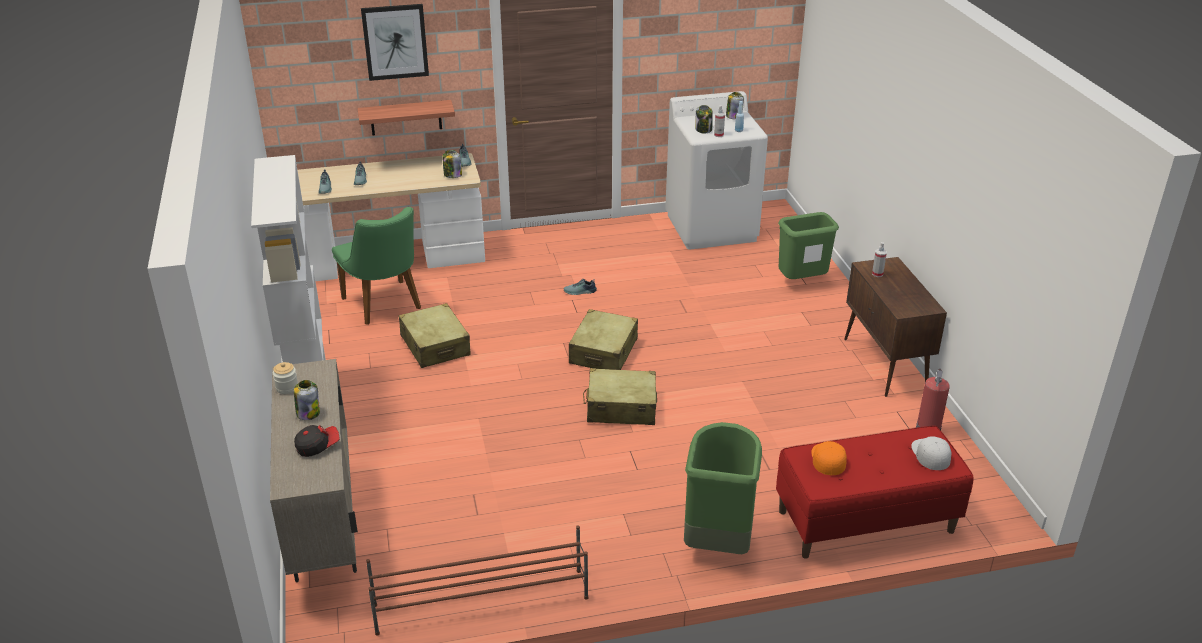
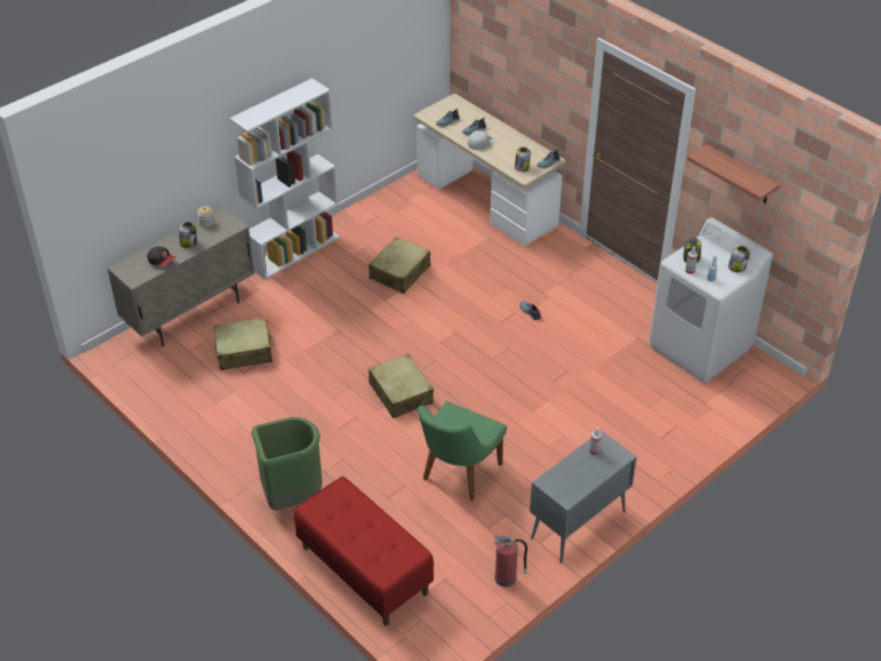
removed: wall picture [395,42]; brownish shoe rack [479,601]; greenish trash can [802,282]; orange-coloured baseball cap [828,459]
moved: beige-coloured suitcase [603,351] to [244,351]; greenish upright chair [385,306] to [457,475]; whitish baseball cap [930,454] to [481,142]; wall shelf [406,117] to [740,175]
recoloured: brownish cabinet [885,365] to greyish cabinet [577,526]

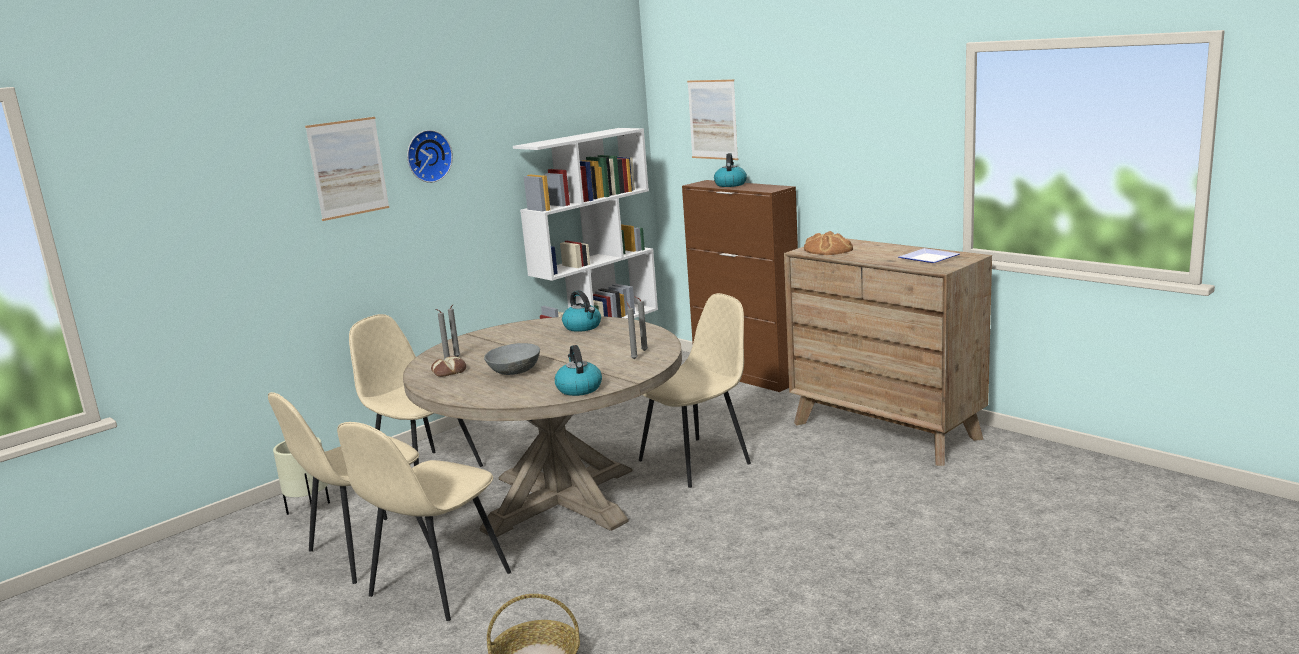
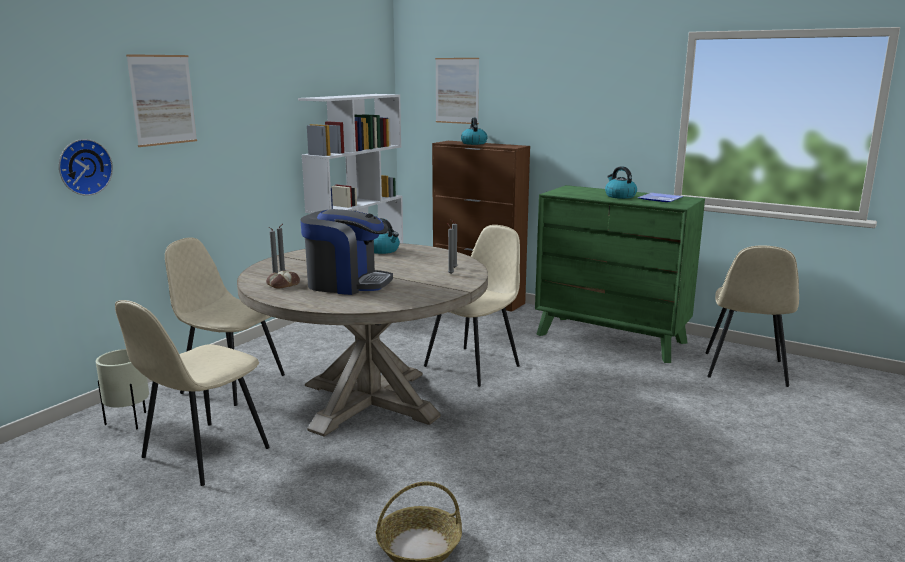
removed: baked bread [828,249]
moved: clock on the wall [427,156] to [83,167]; kettle [578,388] to [619,196]; beige-coloured upright chair [437,586] to [744,370]
replaced: greyish deep dish [514,371] to coffee machine [347,283]
recoloured: brownish drawer chest [885,430] to greenish drawer chest [611,338]

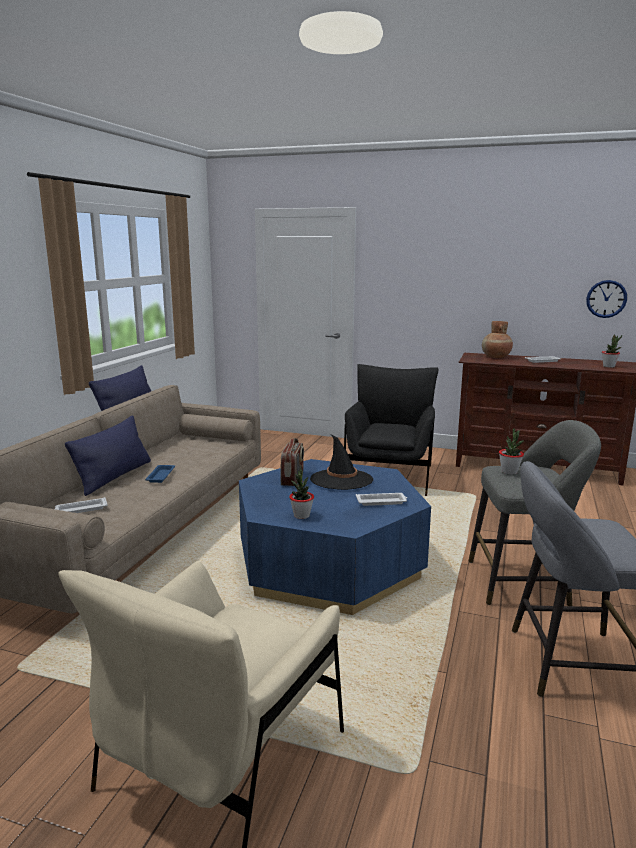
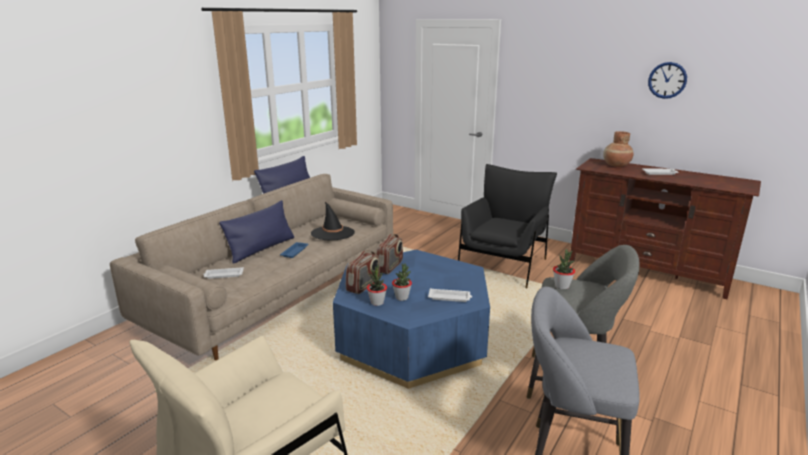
added: radio receiver [363,286]
moved: black-coloured clothing hat [341,480] to [332,233]; houseplant [609,366] to [402,297]; clock on the wall [606,299] to [667,80]

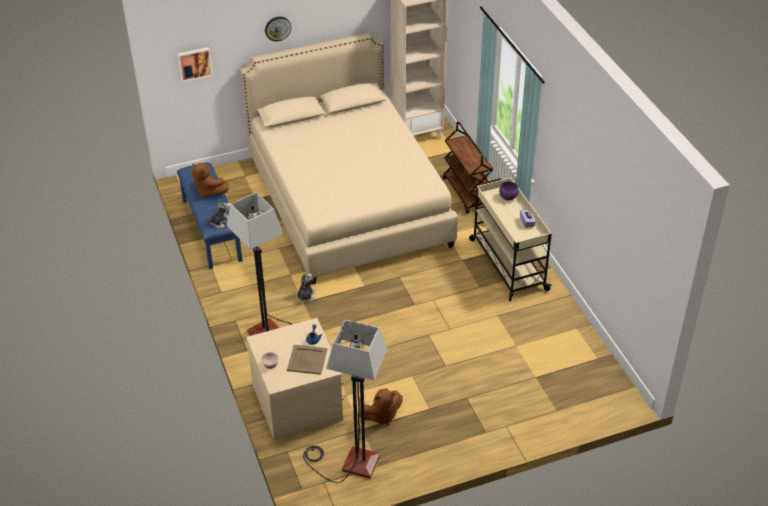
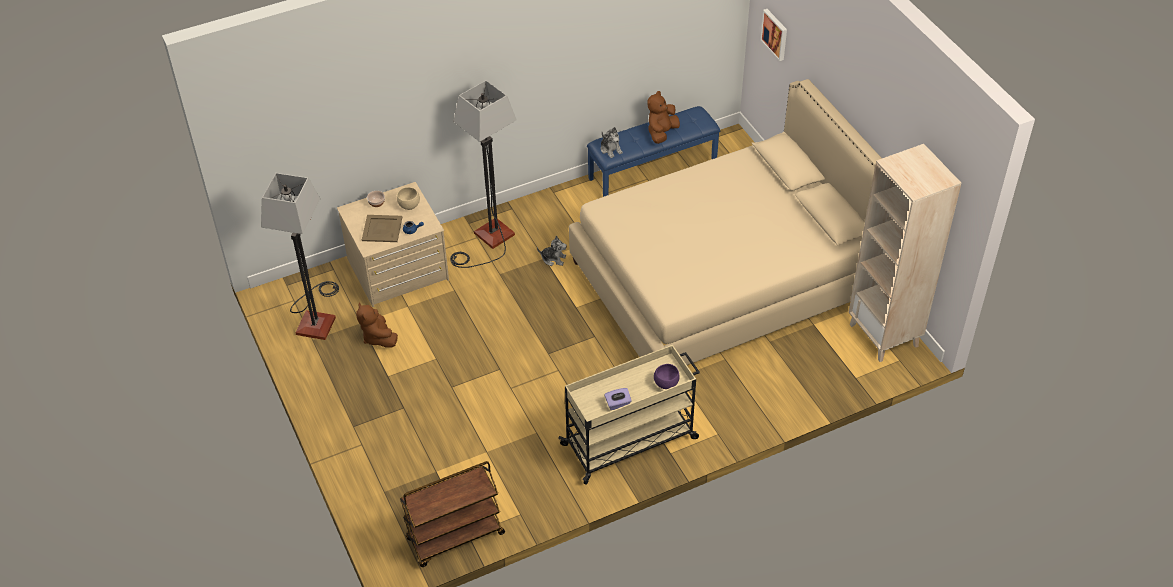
removed: clock on the wall [277,28]
added: beige-coloured deep dish [409,206]
moved: brownish wheeled cart [467,193] to [455,537]

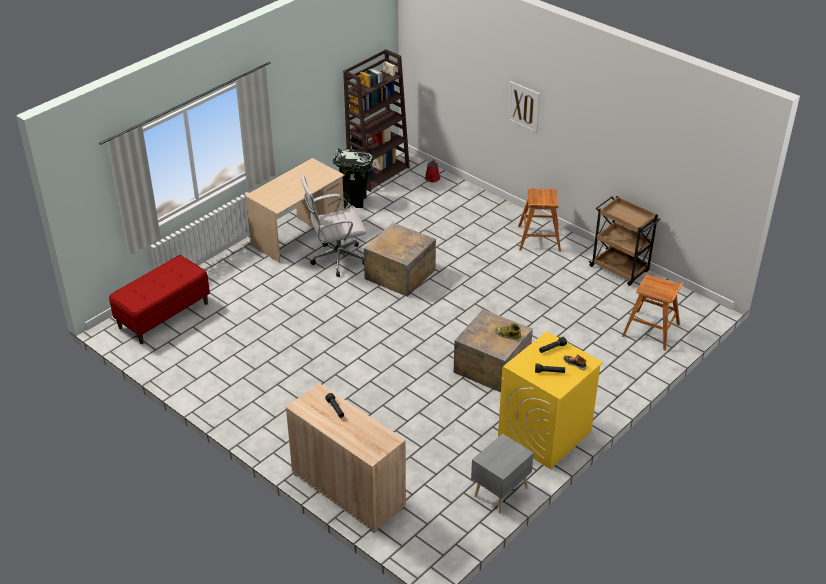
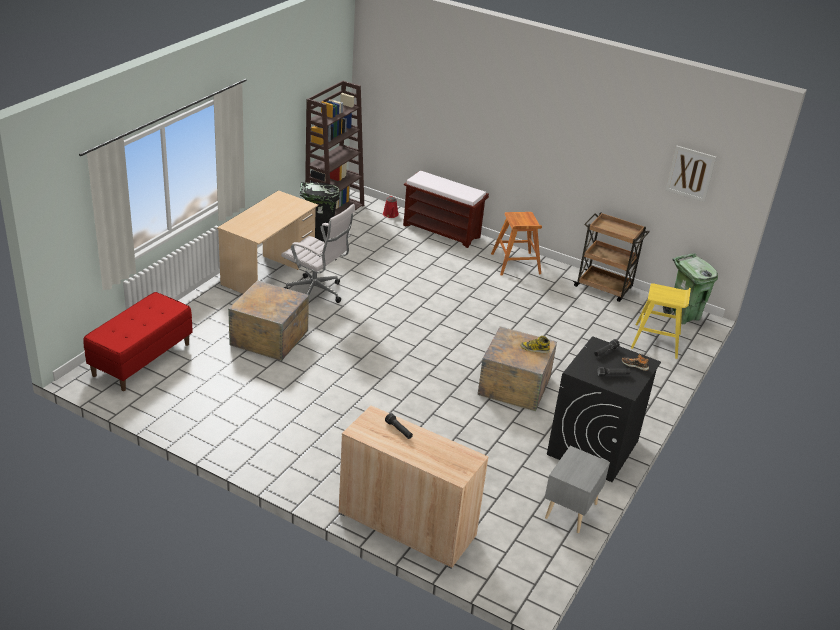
added: brownish bench [442,231]; greenish trash can [684,316]
moved: crate [399,273] to [269,337]; wall picture [523,107] to [690,173]
recoloured: yellow laundry machine [544,434] to black-coloured laundry machine [593,448]; brownish sitting stool [651,330] to yellow sitting stool [656,341]
turned: whitish computer chair [336,260] = [317,293] 120 degrees counterclockwise

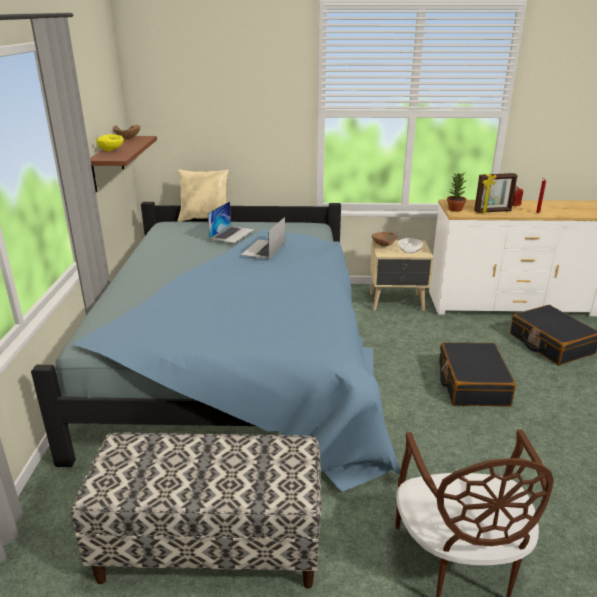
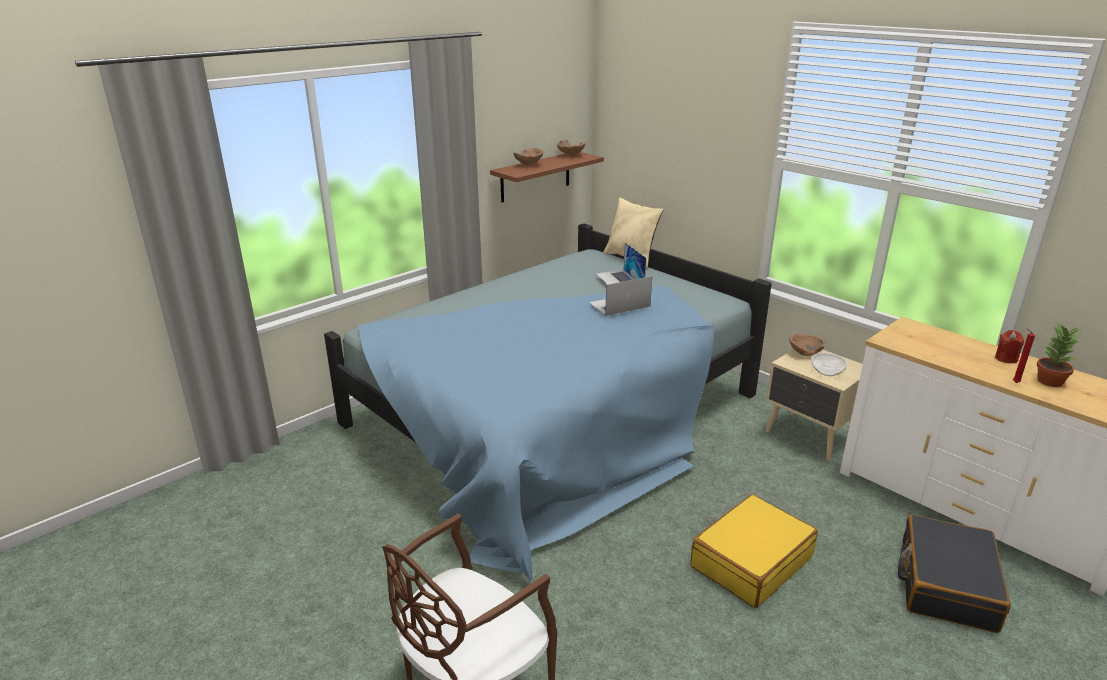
removed: bench [211,545]; standing frame [493,211]
moved: houseplant [454,209] to [1049,381]
recoloured: yellow deep dish [111,151] to brownish deep dish [529,165]; black-coloured suitcase [472,384] to yellow suitcase [750,561]
turned: laptop [232,234] = [619,280] 90 degrees clockwise

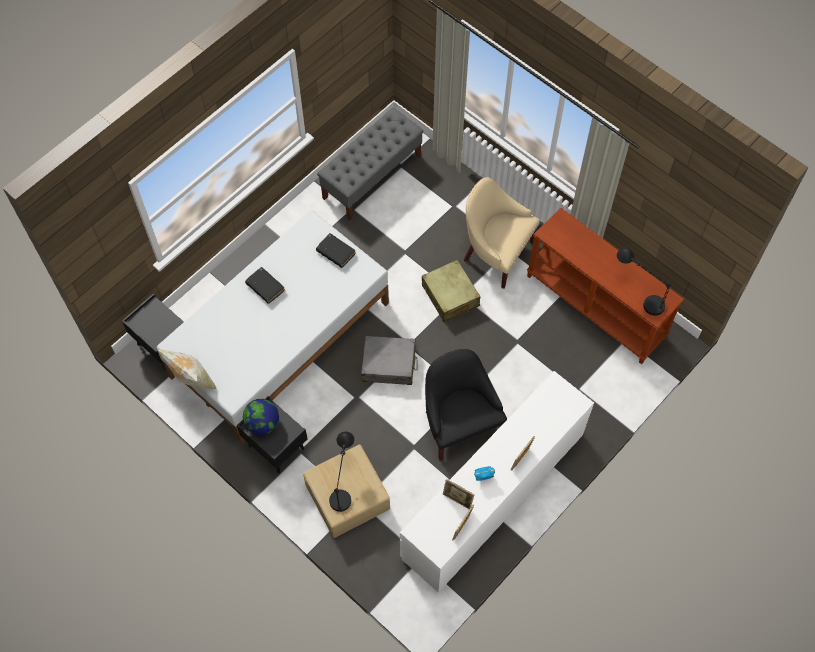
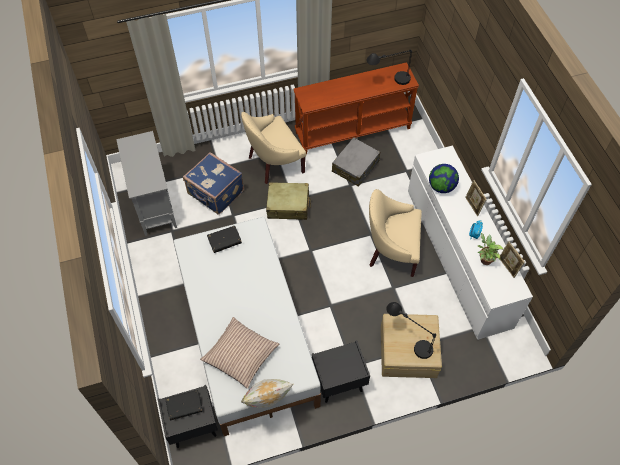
added: blue-coloured suitcase [215,193]; throw pillow [240,355]
moved: black-coloured book [265,287] to [184,406]; greyish suitcase [389,365] to [355,166]; desk globe [262,423] to [441,187]
replaced: greyish bench [372,177] to greyish cabinet [154,204]; standing frame [457,500] to houseplant [484,259]
recoloured: black-coloured lounge chair [459,423] to beige-coloured lounge chair [391,250]

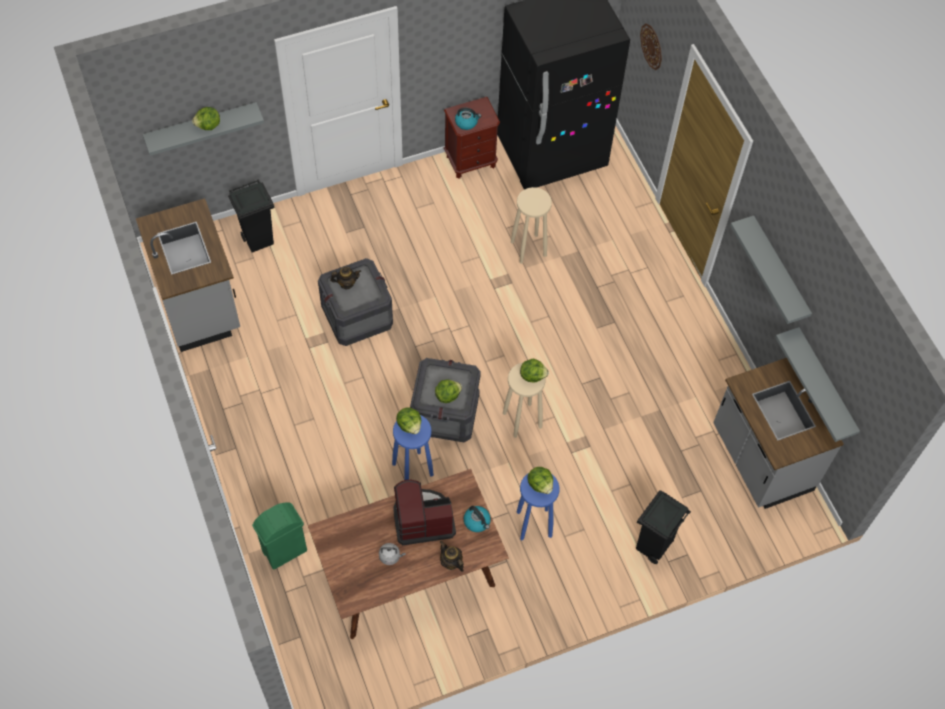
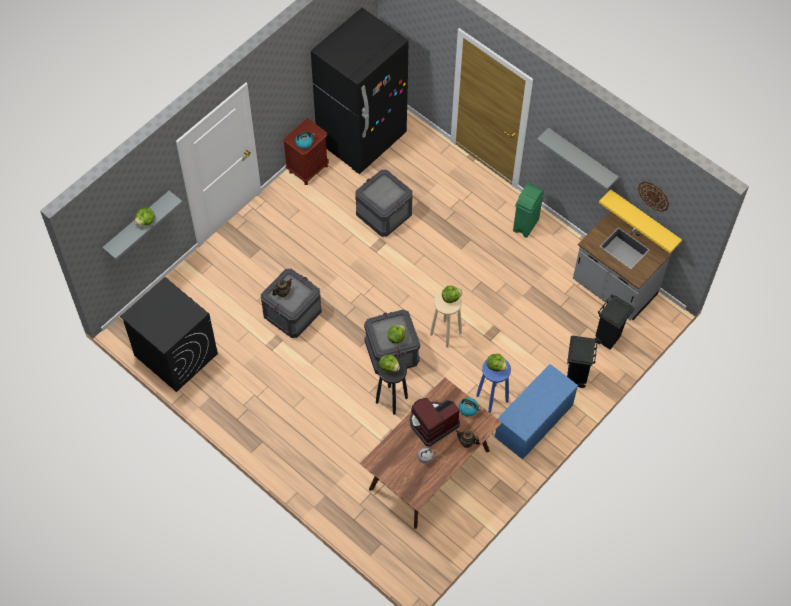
added: blue-coloured bench [534,422]
moved: greenish trash can [285,551] to [526,225]; black-coloured trash can [259,240] to [608,338]; clock on the wall [651,46] to [653,196]
replaced: greyish kitchen base unit [200,304] to black-coloured laundry machine [175,354]; beige-coloured sitting stool [529,248] to crate [384,214]
recoloured: blue-coloured sitting stool [413,469] to black-coloured sitting stool [392,399]; greyish wall shelf [825,385] to yellow wall shelf [644,219]

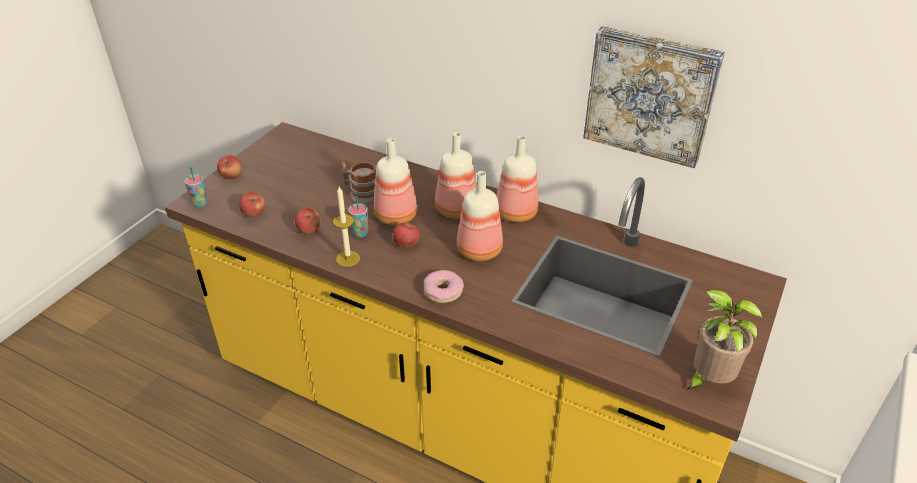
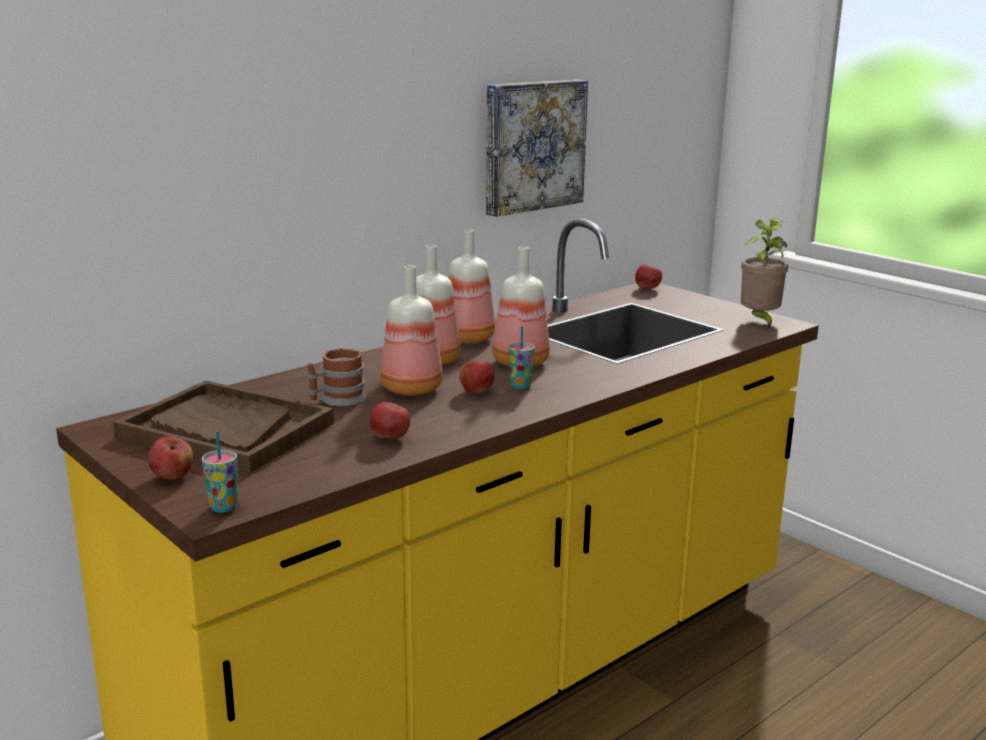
removed: wax candle [348,258]; ring doughnut [443,291]
added: brownish serving tray [225,430]
moved: drinking cup [360,233] to [520,386]; apple fruit [254,214] to [647,288]

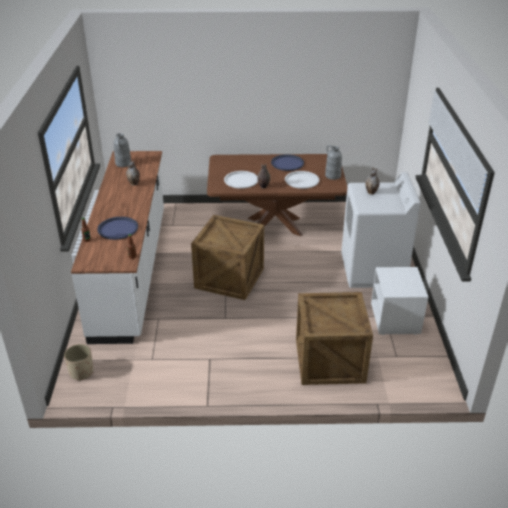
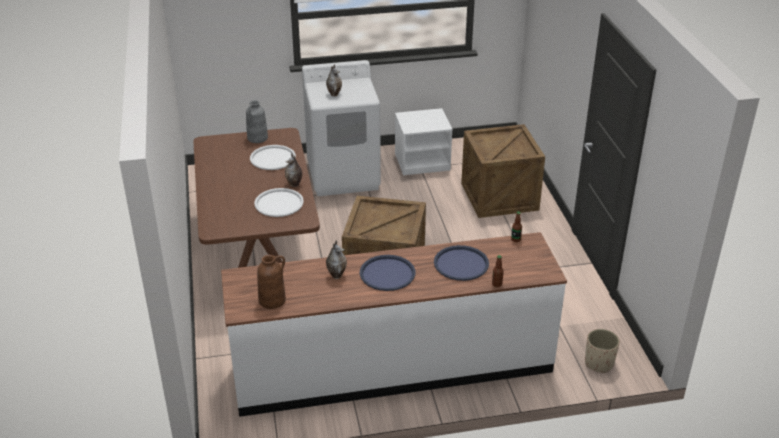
moved: blue-coloured serving tray [287,163] to [387,274]
recoloured: greyish flower vase [123,163] to brownish flower vase [272,300]

